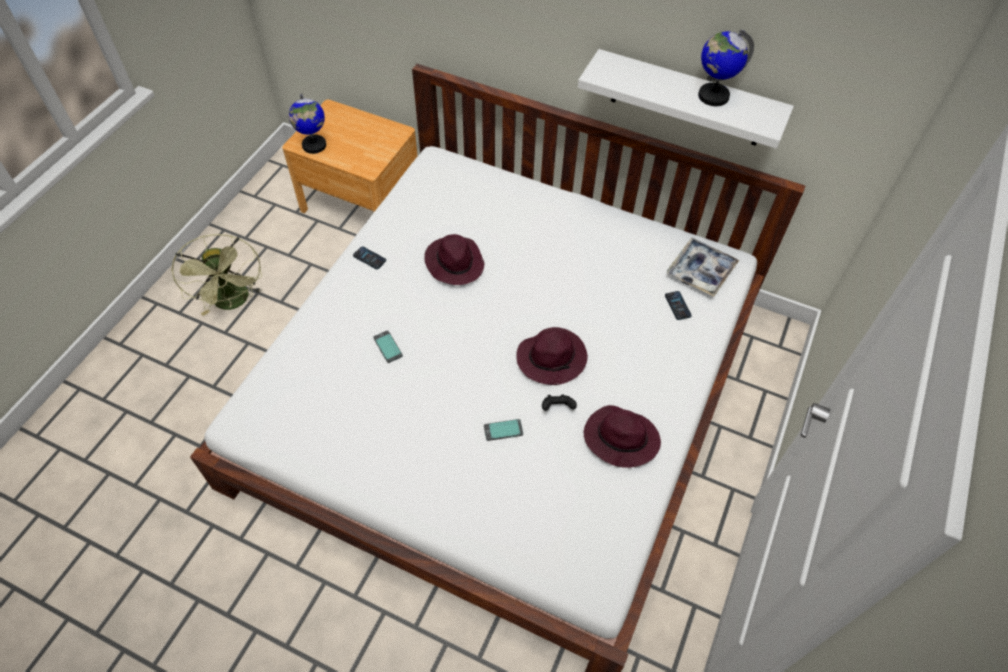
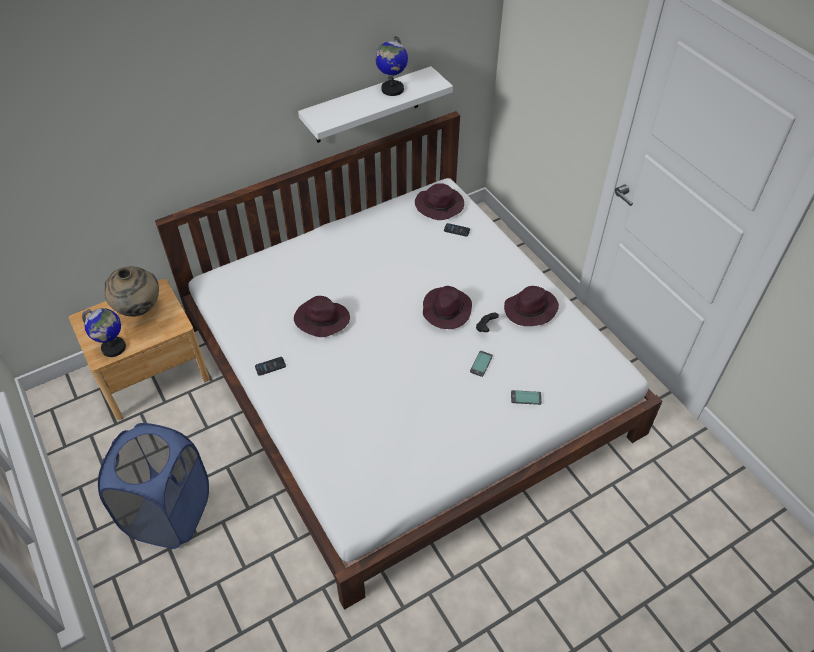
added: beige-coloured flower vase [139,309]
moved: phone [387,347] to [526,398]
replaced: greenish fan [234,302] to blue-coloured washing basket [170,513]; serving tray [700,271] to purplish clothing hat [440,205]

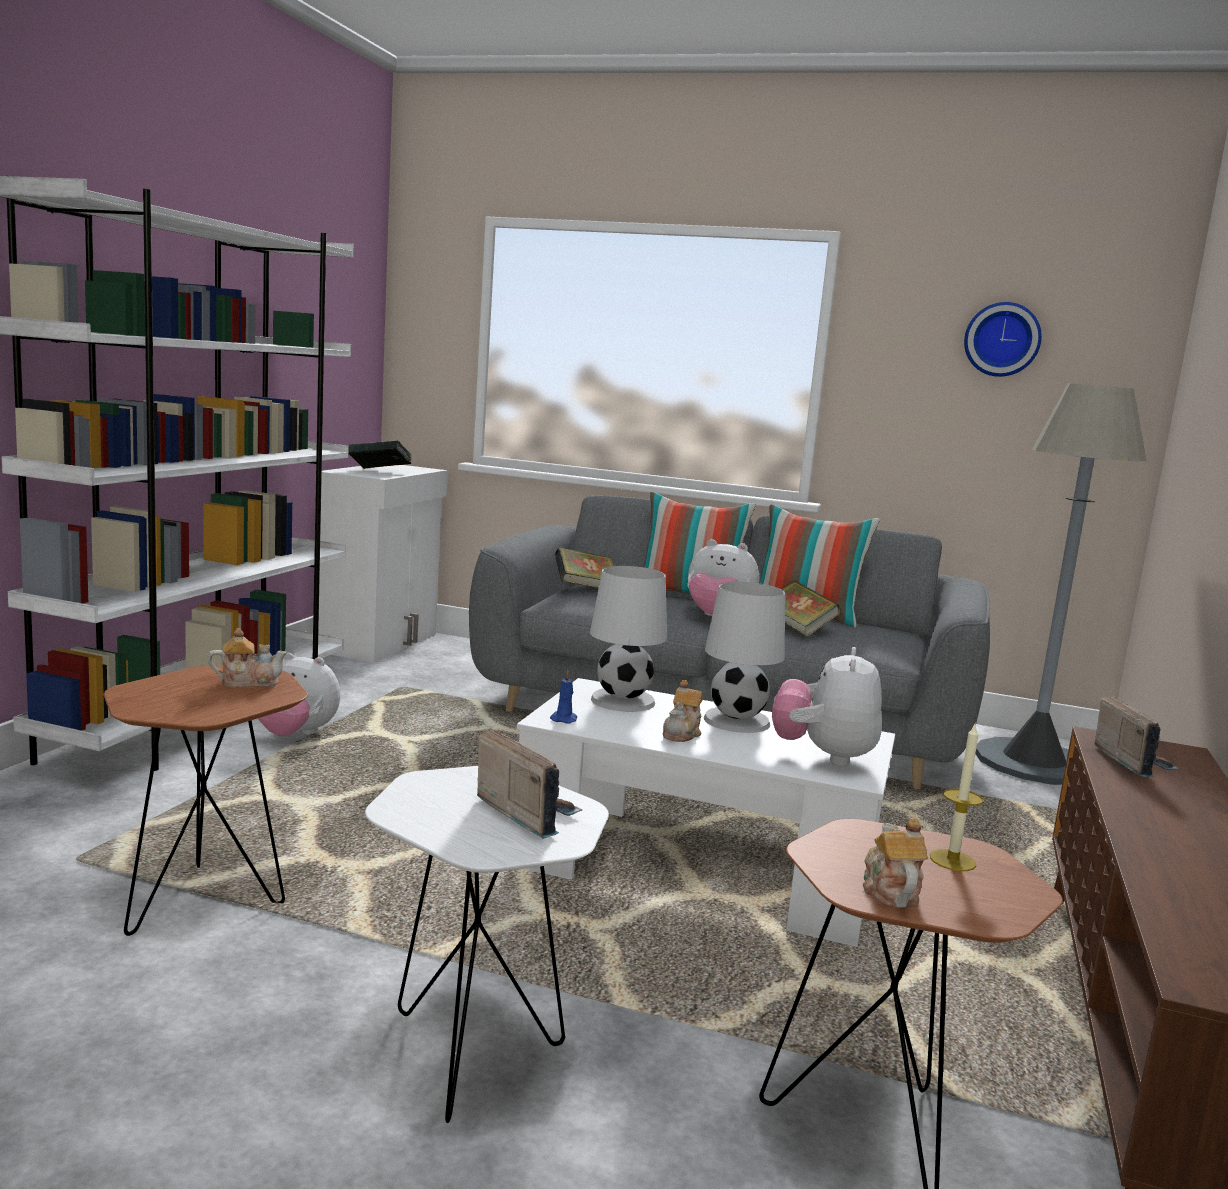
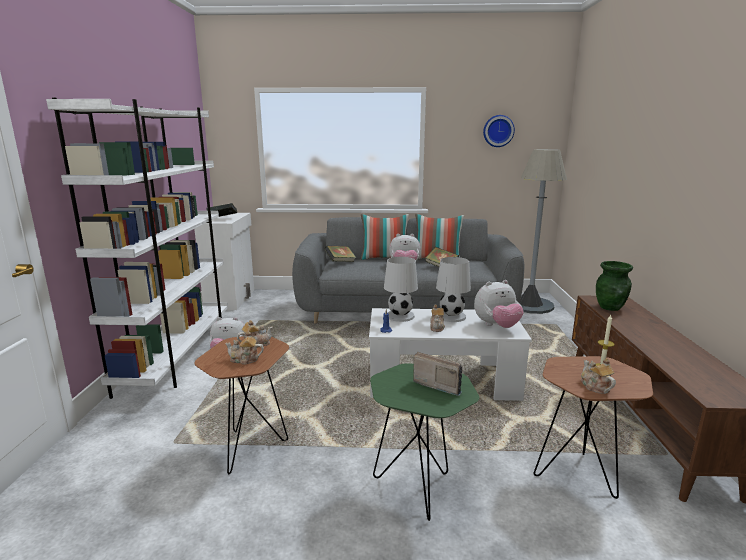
added: pot for tea [245,360]
replaced: radio receiver [1132,762] to greenish flower vase [610,307]
recoloured: whitish accent table [474,1061] to greenish accent table [419,490]
turned: cuddly toy [823,756] = [496,326] 105 degrees counterclockwise

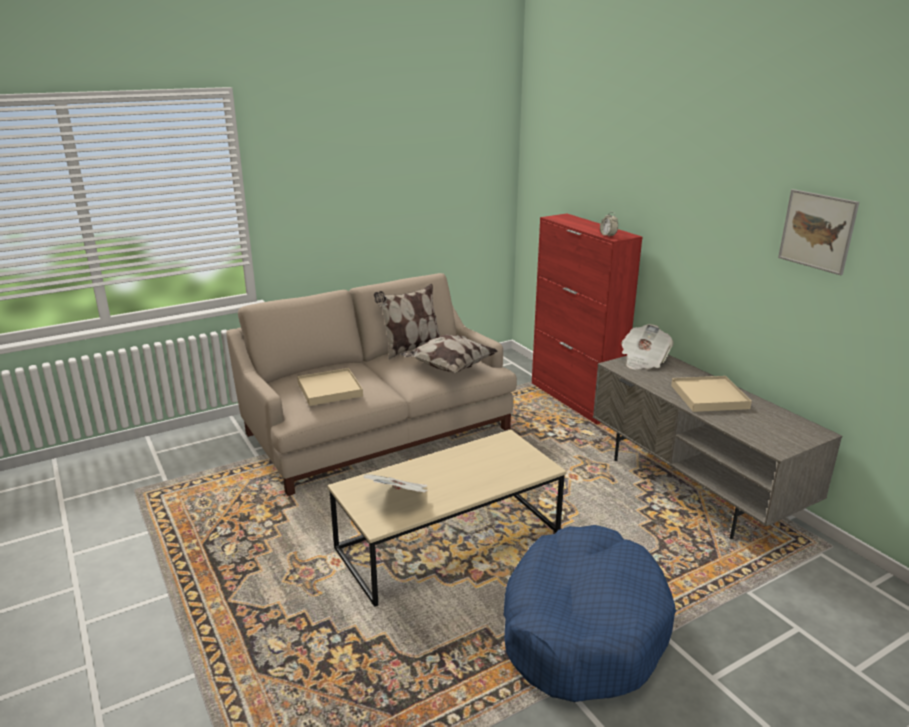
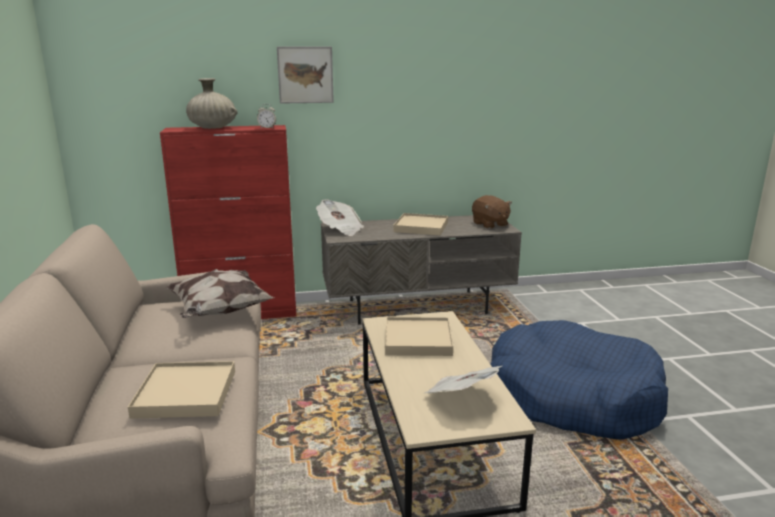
removed: throw pillow [411,349]
added: beige-coloured flower vase [212,128]; beige-coloured serving tray [418,340]; brownish cuddly toy [490,224]
moved: wall picture [817,231] to [305,75]

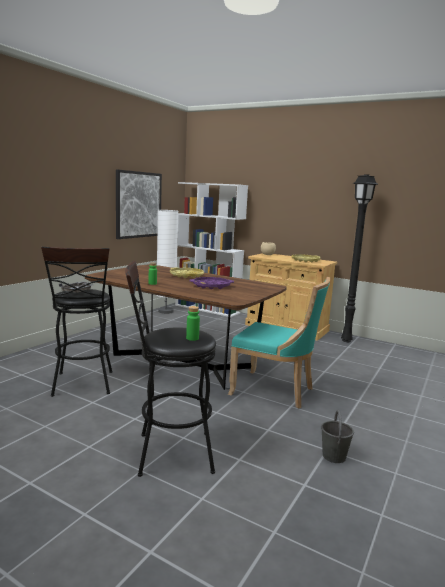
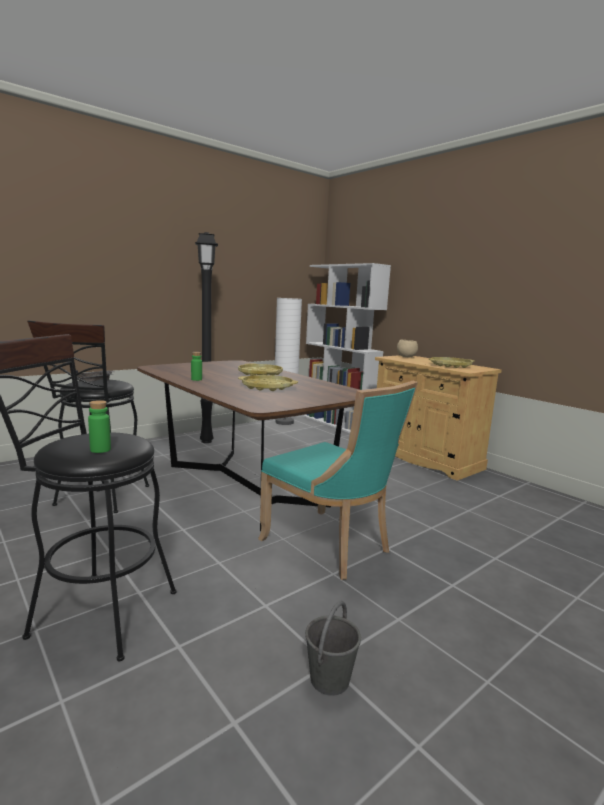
removed: wall picture [138,204]
moved: black-coloured standing lamp [347,341] to [207,441]
recoloured: purplish serving tray [211,286] to yellow serving tray [267,387]

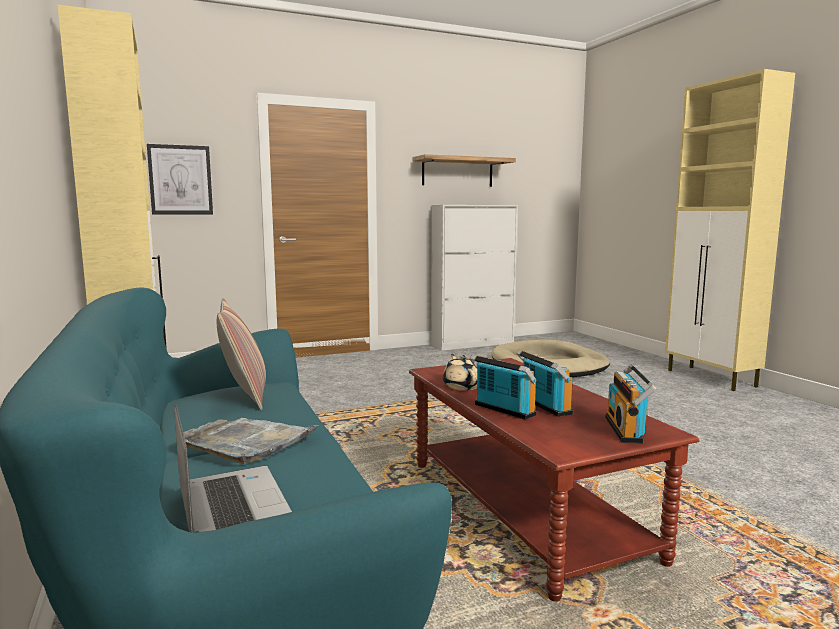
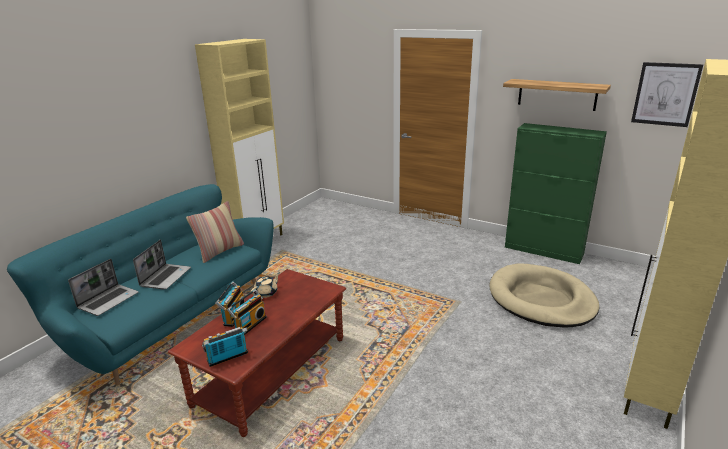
moved: wall picture [180,180] to [665,94]
replaced: greyish serving tray [247,442] to laptop [165,277]
recoloured: whitish cabinet [473,344] to greenish cabinet [544,251]

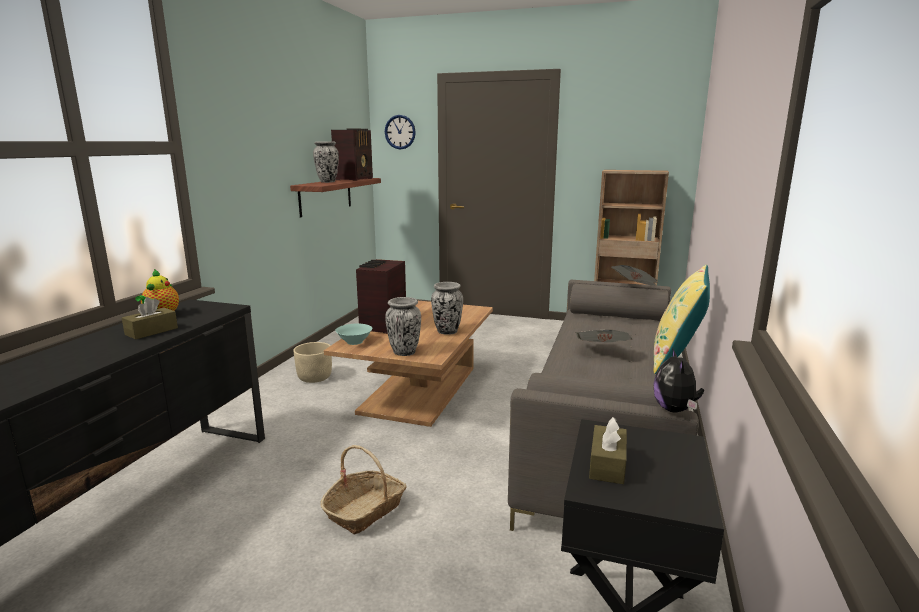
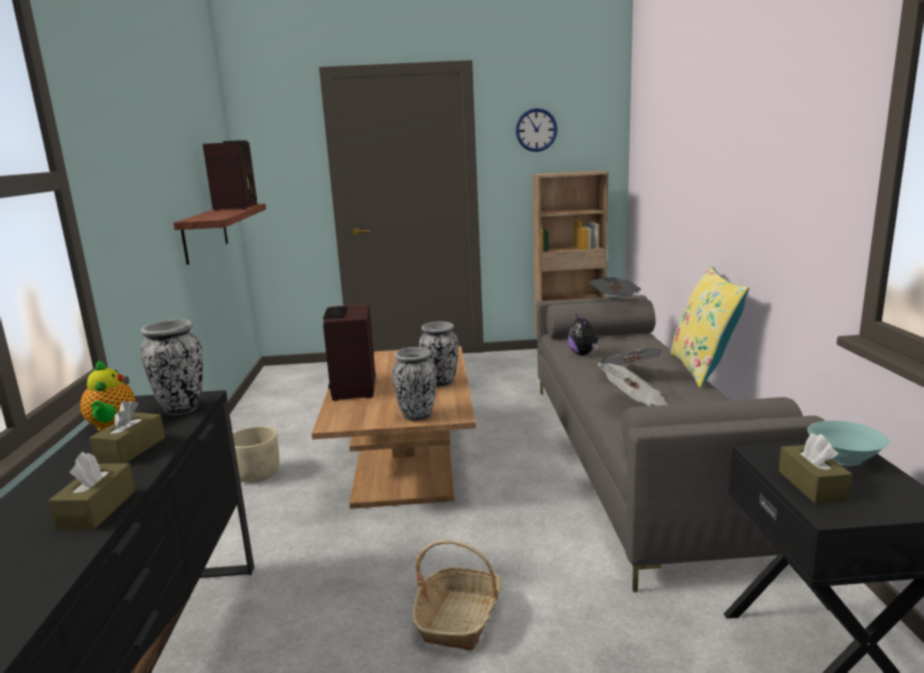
added: brownish box of tissues [97,509]; printed paper [635,404]
moved: flower vase [328,182] to [182,409]; clock on the wall [400,132] to [536,130]; cuddly toy [675,410] to [583,354]; turquoise deep dish [355,342] to [844,458]

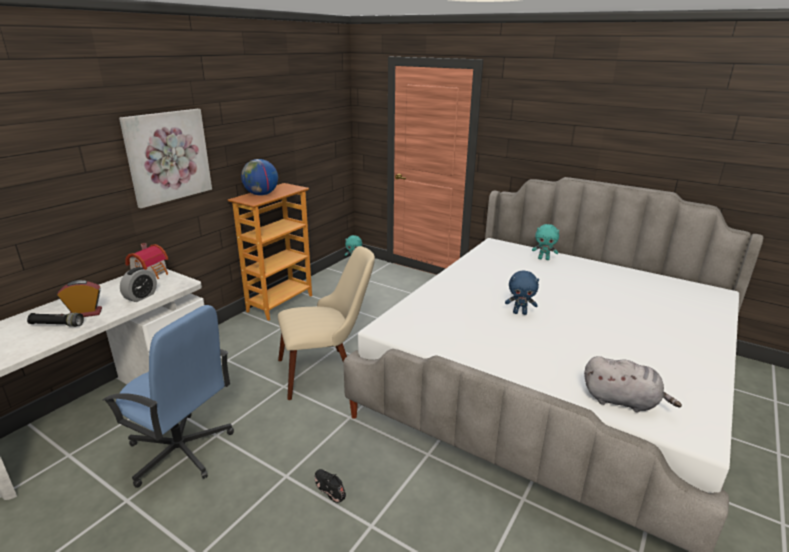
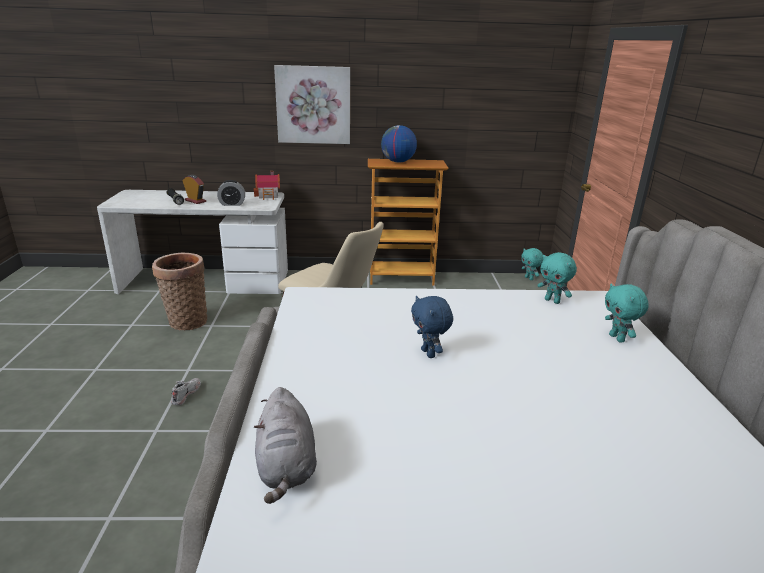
added: turquoise cuddly toy [552,301]
replaced: blue-coloured computer chair [181,451] to storage basket [186,321]
recoloured: black-coloured shoe [329,488] to whitish shoe [186,394]

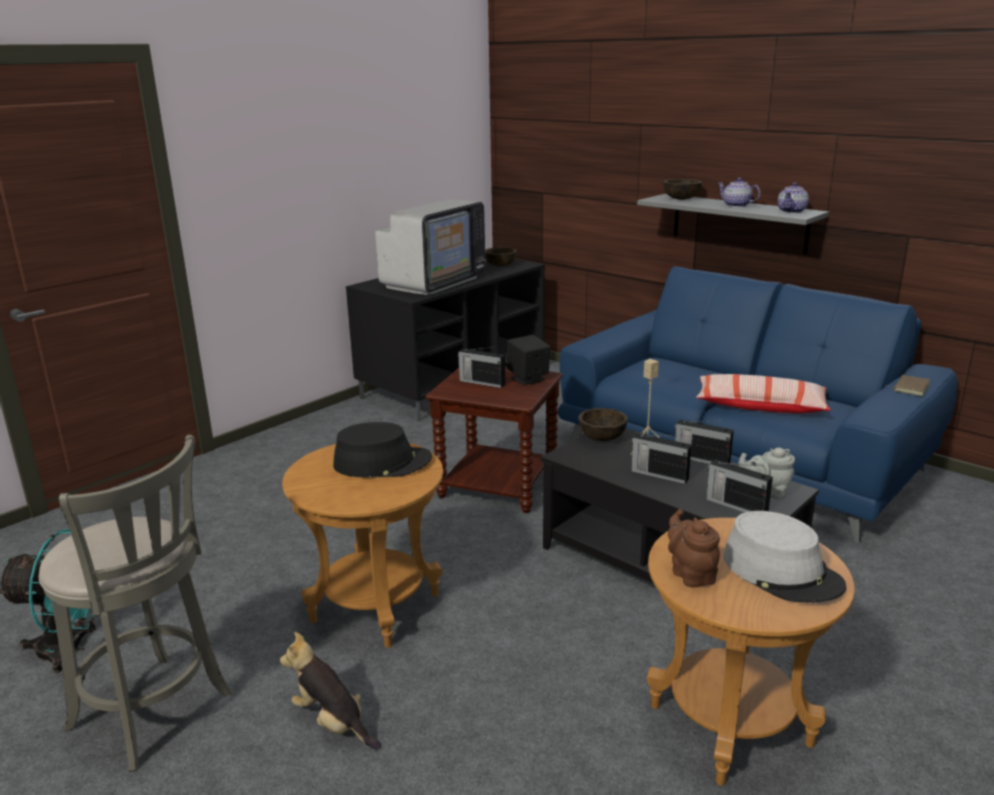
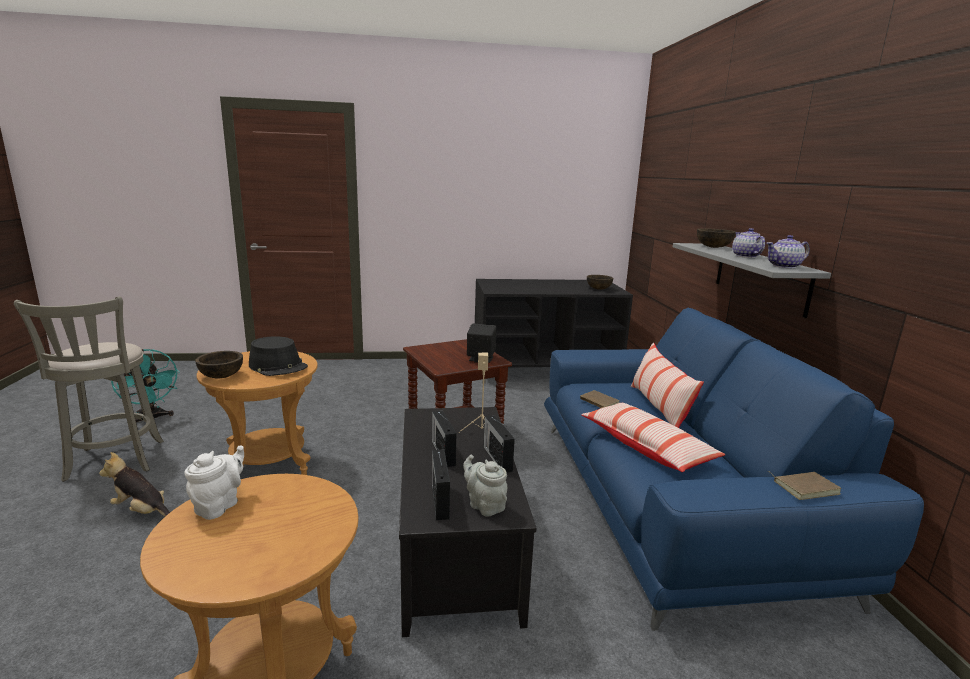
removed: TV [433,282]; radio receiver [481,382]; greyish clothing hat [782,571]
added: brownish book [598,402]; throw pillow [659,407]
moved: brownish deep dish [602,438] to [221,376]
recoloured: brownish pot for tea [691,574] to whitish pot for tea [219,505]
turned: cuddly toy [332,722] = [143,511] 60 degrees counterclockwise

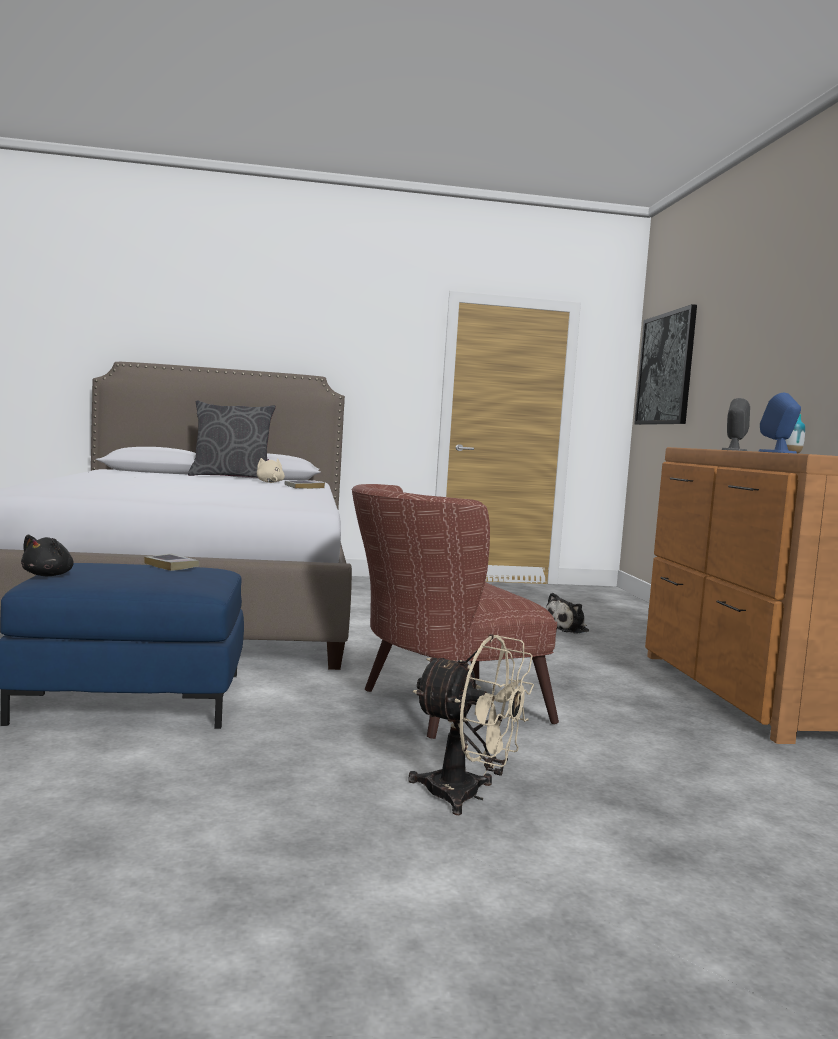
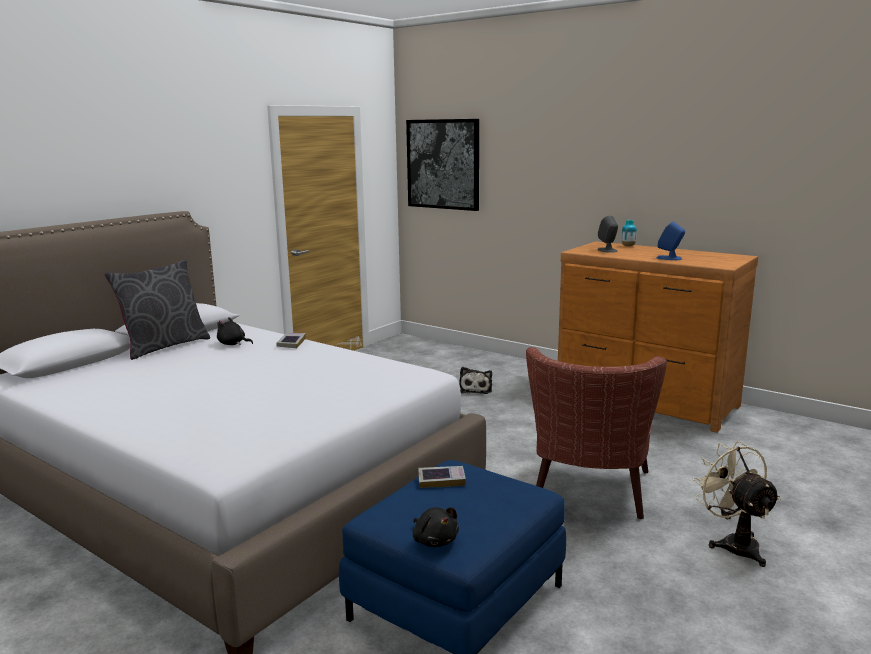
recoloured: beige-coloured cuddly toy [270,482] to black-coloured cuddly toy [233,344]
turned: beige-coloured fan [467,796] = [734,544] 90 degrees counterclockwise

